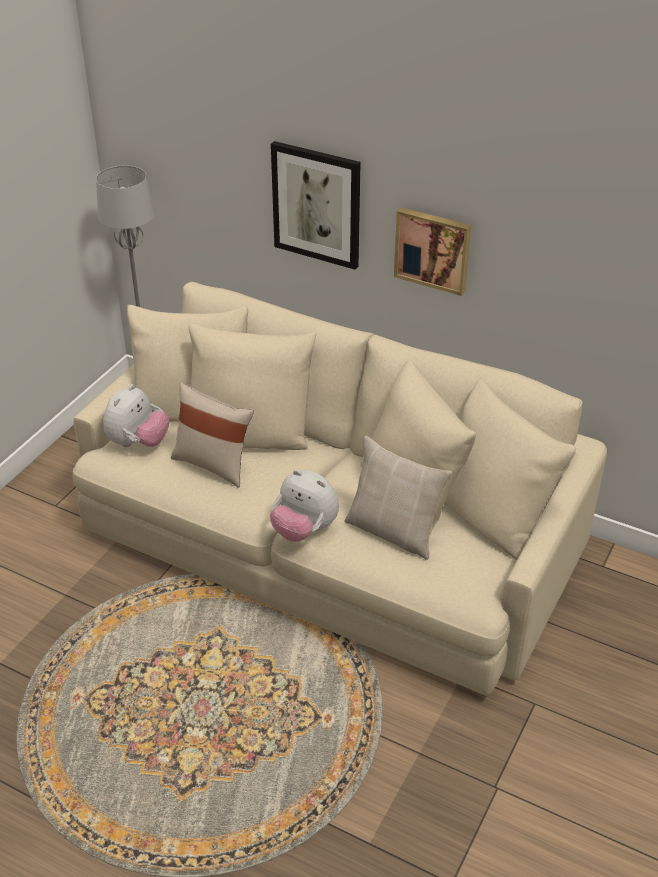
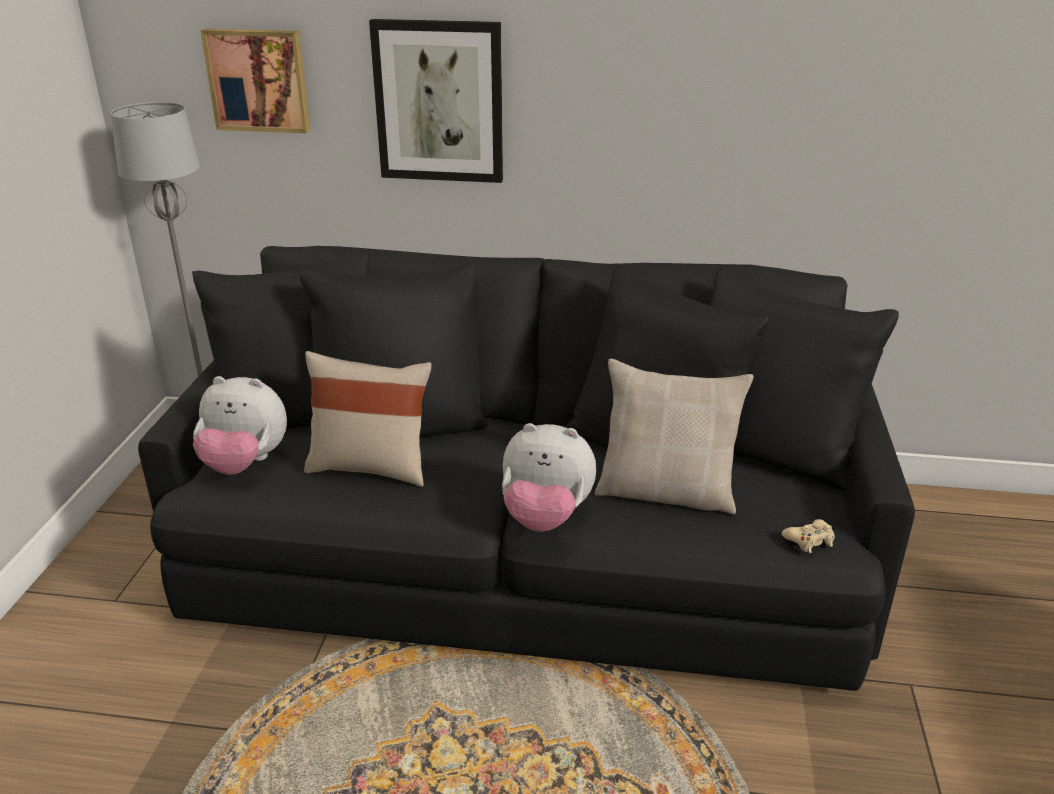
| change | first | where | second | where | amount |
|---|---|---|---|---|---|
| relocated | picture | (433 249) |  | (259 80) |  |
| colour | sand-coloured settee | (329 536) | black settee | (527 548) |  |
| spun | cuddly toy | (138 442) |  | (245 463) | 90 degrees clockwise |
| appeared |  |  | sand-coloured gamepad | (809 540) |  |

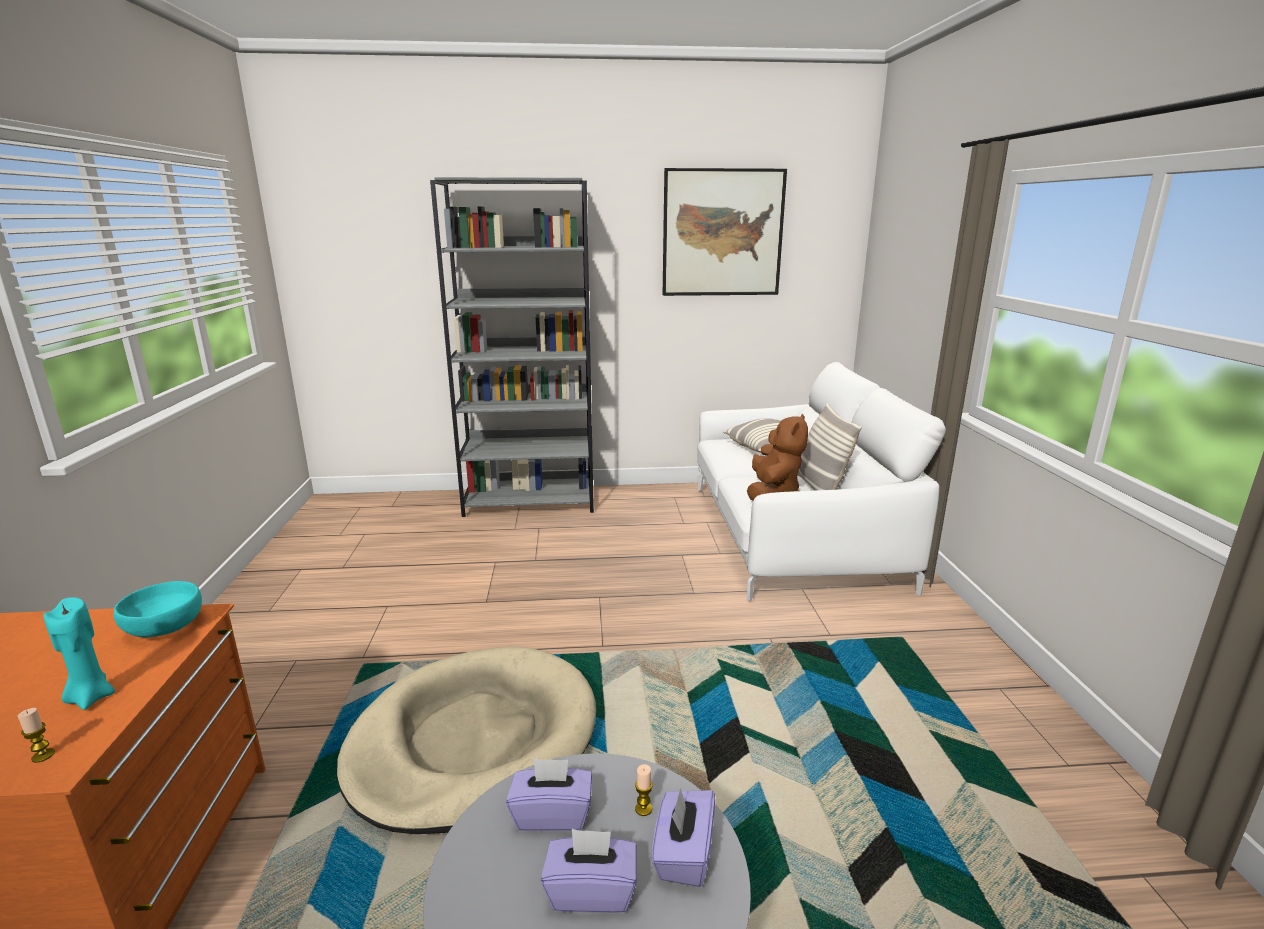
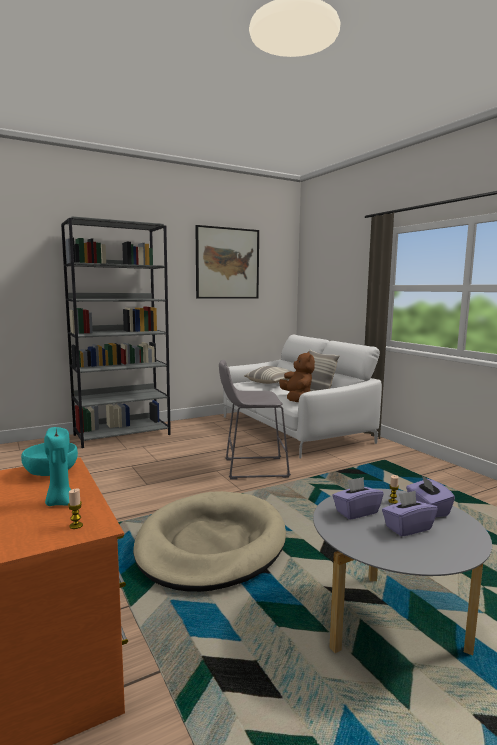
| change | first | where | second | where | amount |
|---|---|---|---|---|---|
| appeared |  |  | gray sitting stool | (251 468) |  |

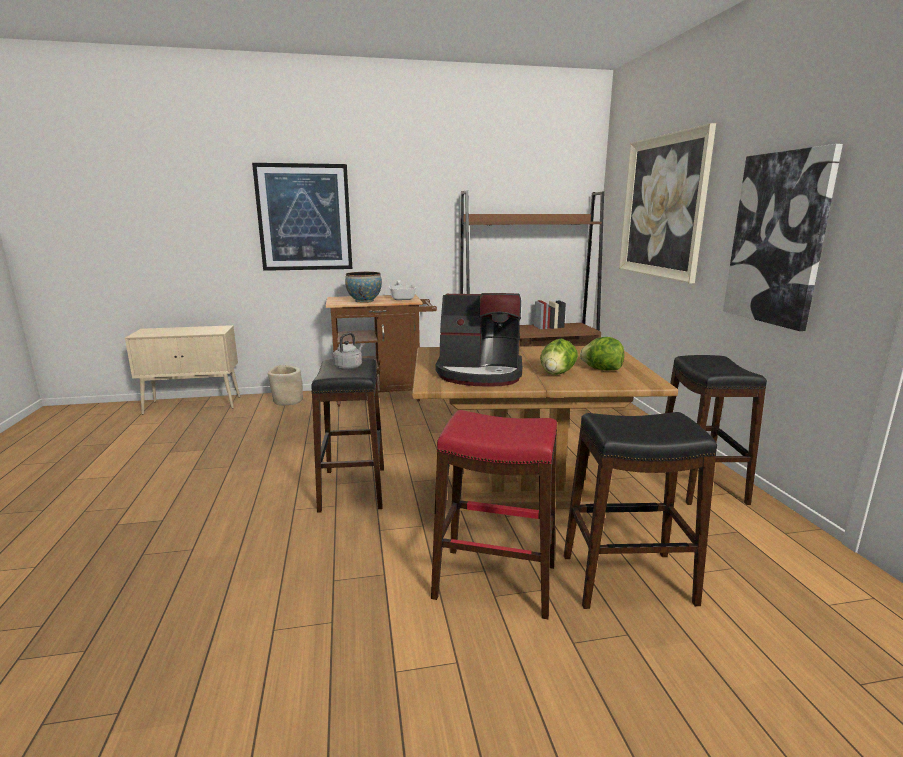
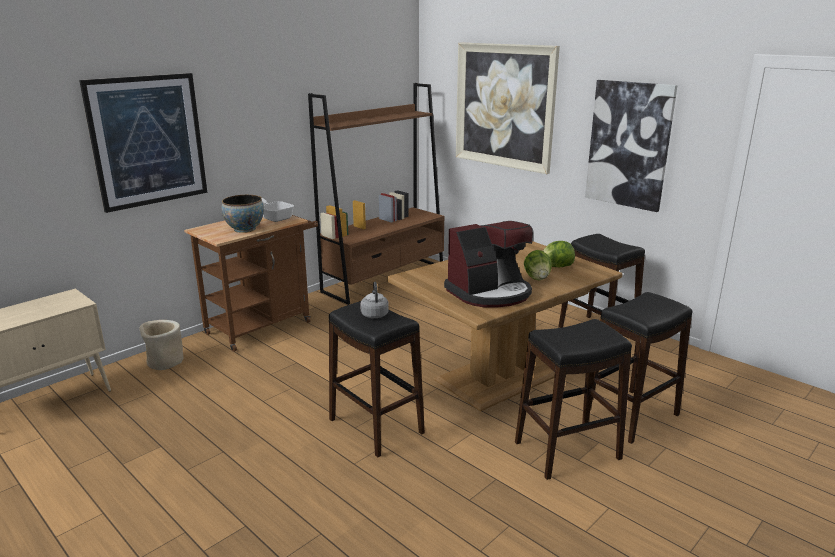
| change | first | where | second | where | amount |
|---|---|---|---|---|---|
| colour | reddish sitting stool | (494 582) | black sitting stool | (567 451) |  |

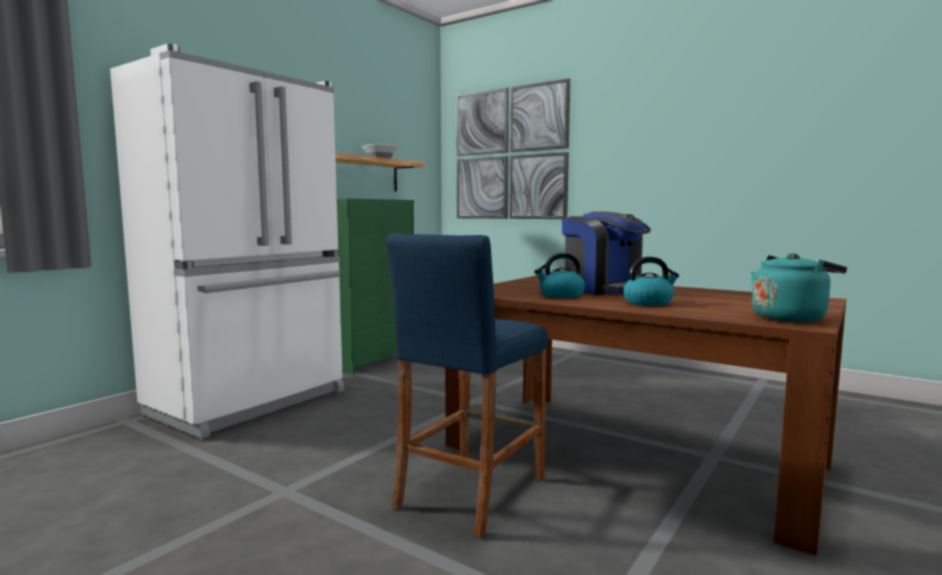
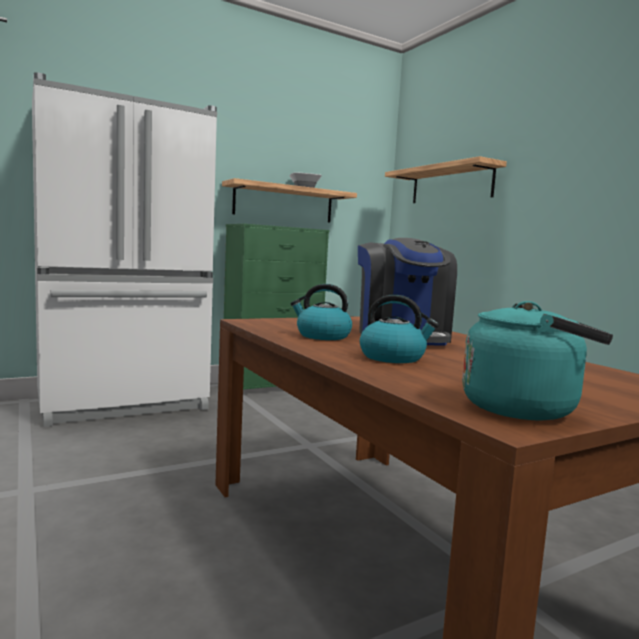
| change | first | where | second | where | amount |
|---|---|---|---|---|---|
| exchanged | picture | (510 154) | bracket shelf | (451 185) |  |
| missing | bluish sitting stool | (471 492) |  |  |  |

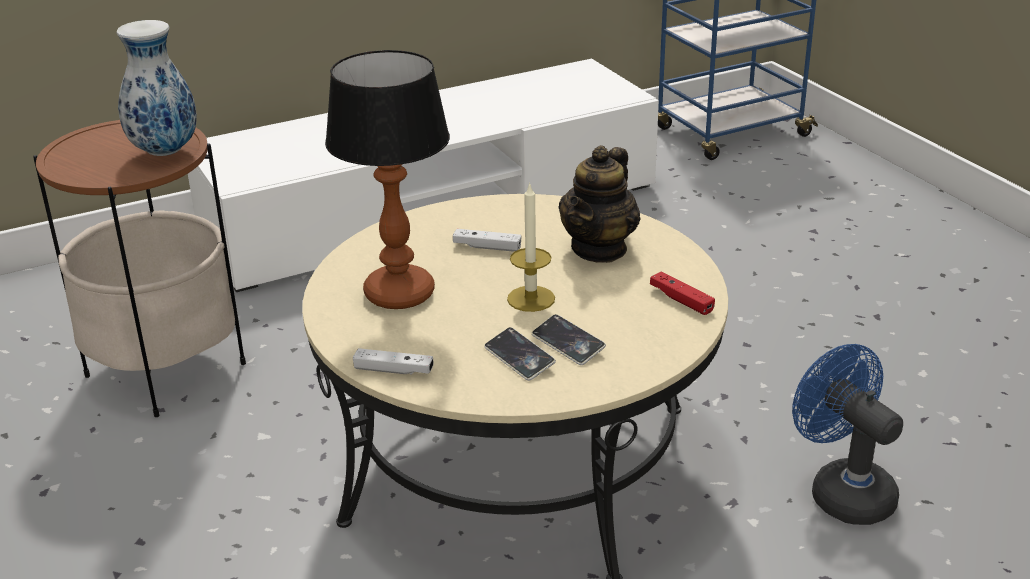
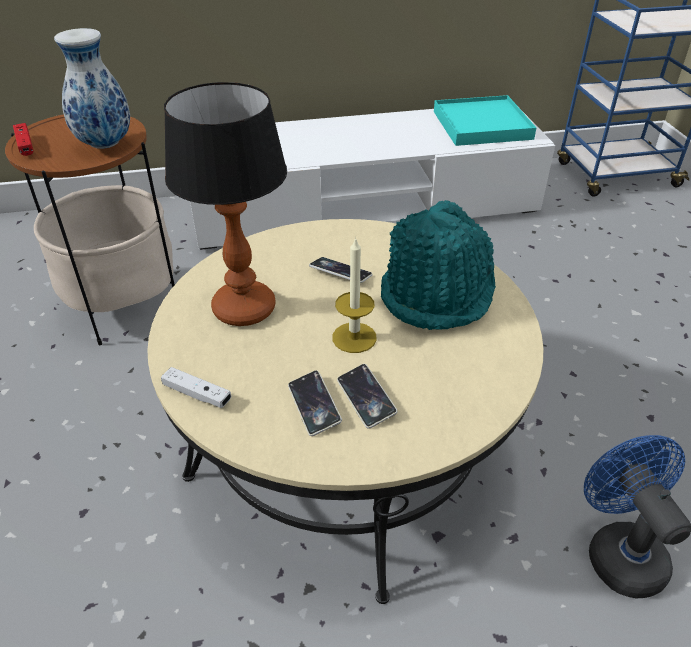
| change | first | where | second | where | amount |
|---|---|---|---|---|---|
| exchanged | pot for tea | (599 249) | turquoise hat | (438 293) |  |
| exchanged | white gamepad | (487 247) | telephone | (340 273) |  |
| relocated | reddish gamepad | (681 300) |  | (25 144) |  |
| appeared |  |  | turquoise serving tray | (481 125) |  |

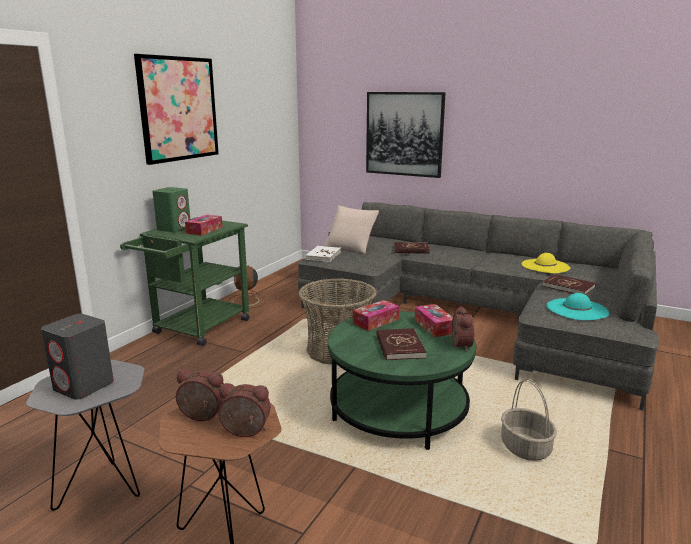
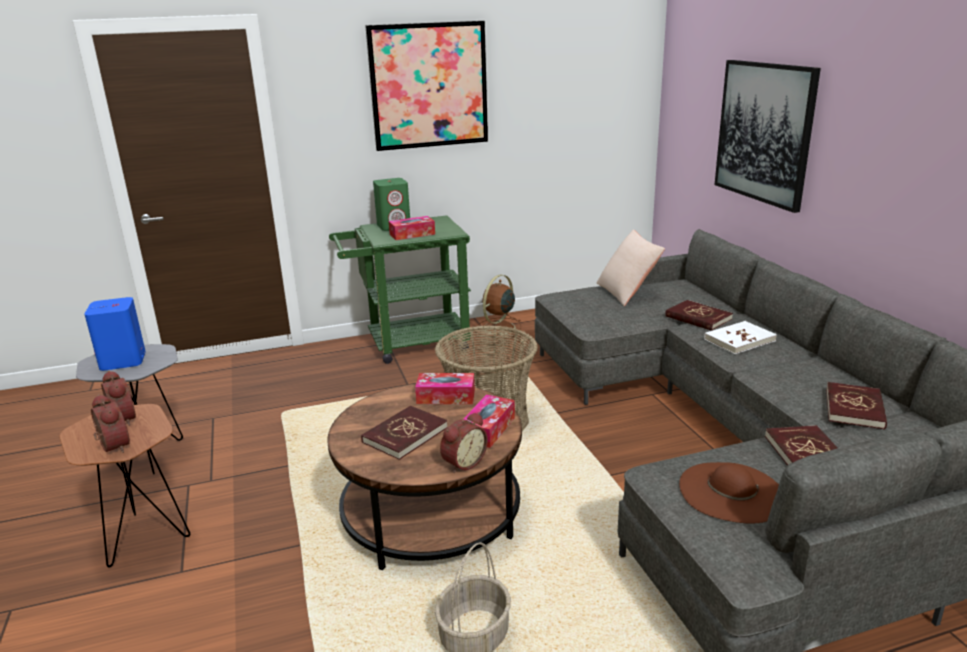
| change | first | where | second | where | amount |
|---|---|---|---|---|---|
| relocated | white book | (323 255) |  | (739 340) |  |
| exchanged | yellow-coloured hat | (545 266) | reddish book | (854 408) |  |
| colour | turquoise hat | (576 309) | brown-coloured hat | (731 492) |  |
| colour | green-coloured coffee table | (398 409) | brown-coloured coffee table | (431 514) |  |
| colour | gray loudspeaker | (84 386) | bluish loudspeaker | (123 361) |  |

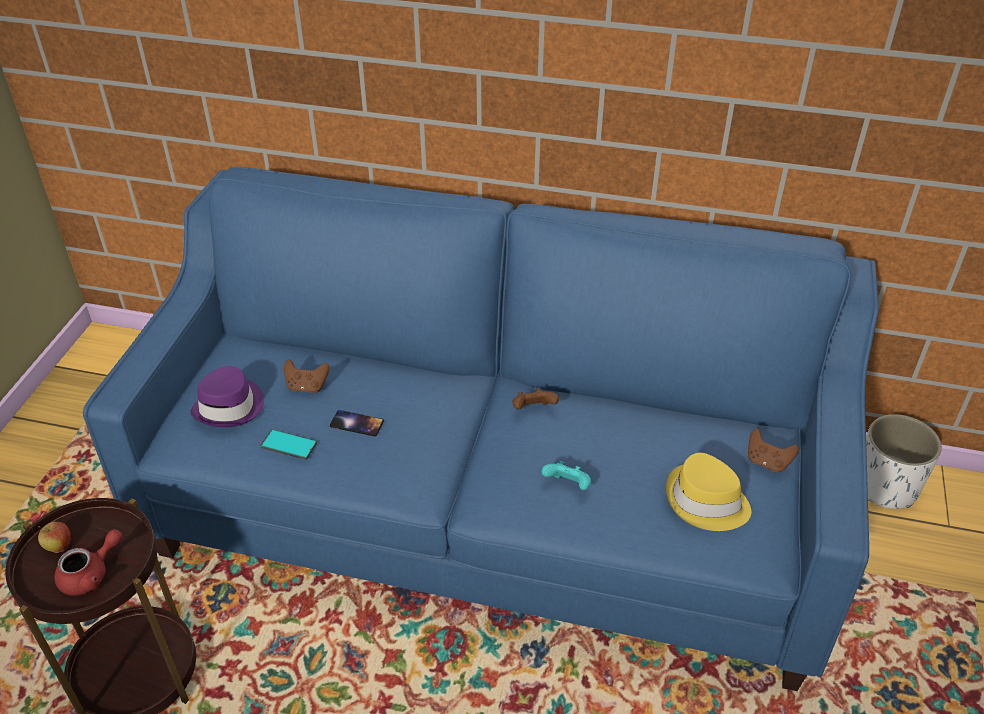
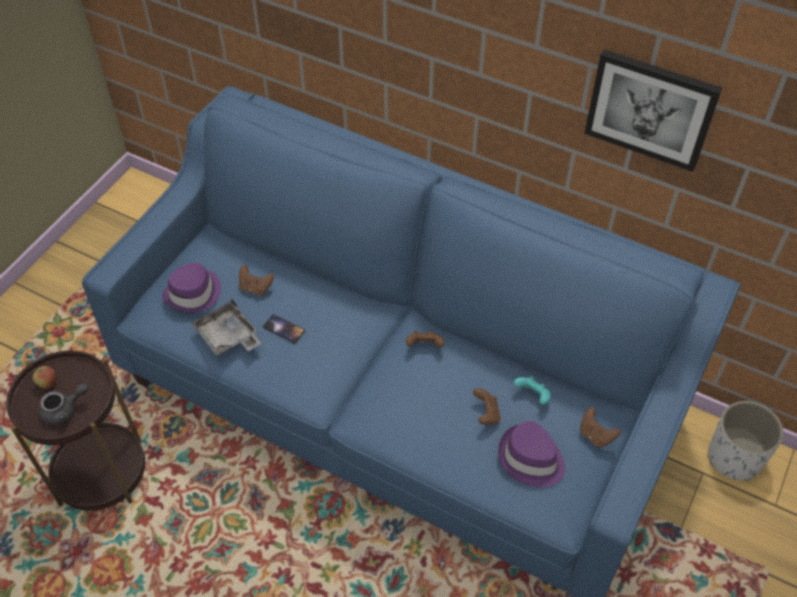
| change | first | where | second | where | amount |
|---|---|---|---|---|---|
| exchanged | telephone | (288 445) | gray serving tray | (228 336) |  |
| colour | yellow-coloured hat | (706 502) | purple hat | (530 459) |  |
| relocated | turquoise gamepad | (567 486) |  | (532 396) |  |
| colour | reddish pot for tea | (91 574) | gray pot for tea | (64 410) |  |
| appeared |  |  | picture | (650 109) |  |
| appeared |  |  | brown-coloured gamepad | (486 414) |  |

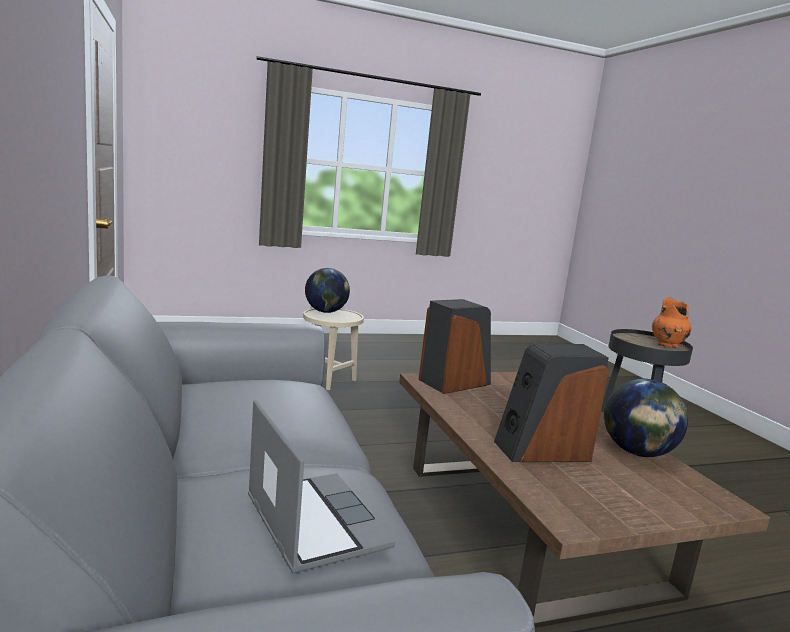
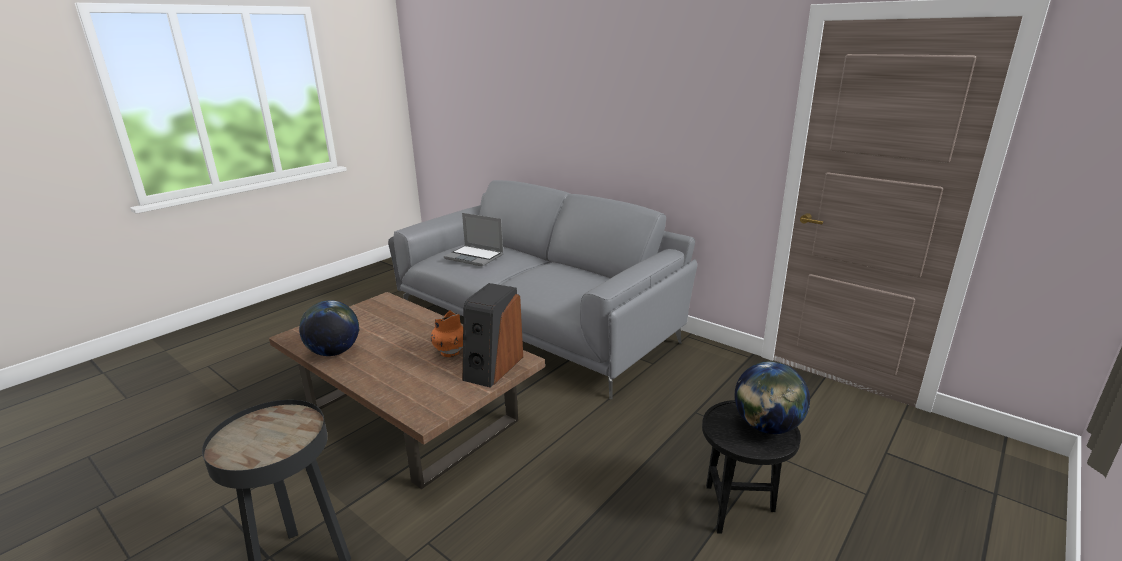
| change | first | where | second | where | amount |
|---|---|---|---|---|---|
| relocated | orangey decorative vase | (667 345) |  | (450 352) |  |
| colour | sand-coloured side table | (328 380) | black side table | (739 509) |  |
| missing | loudspeaker | (541 450) |  |  |  |

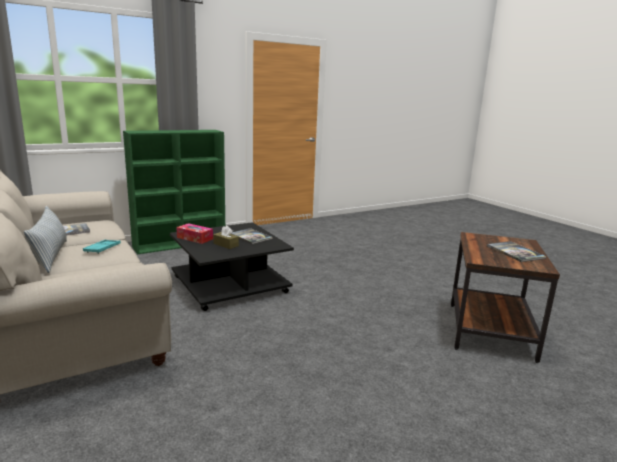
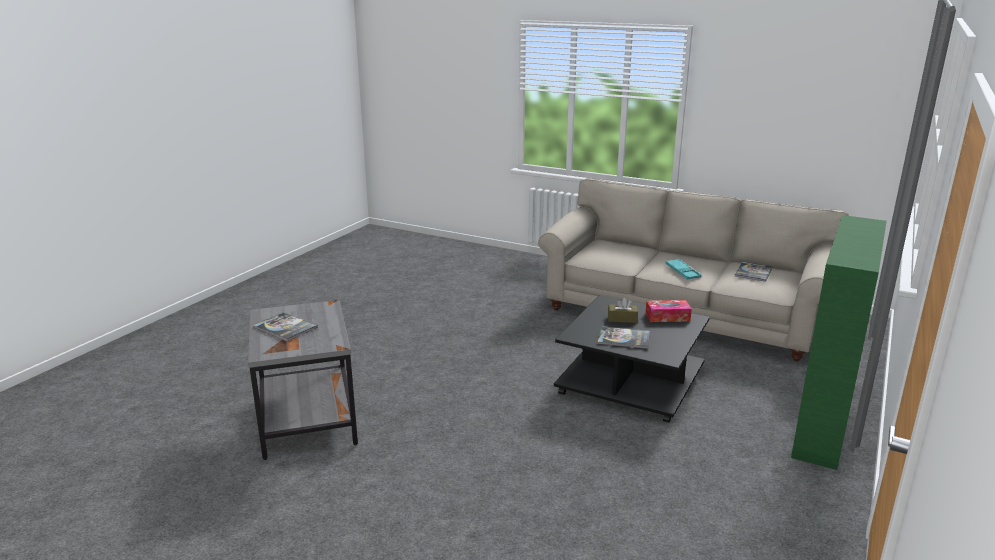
| change | first | where | second | where | amount |
|---|---|---|---|---|---|
| missing | pillow | (50 256) |  |  |  |
| colour | brown-coloured side table | (491 331) | gray side table | (306 420) |  |

